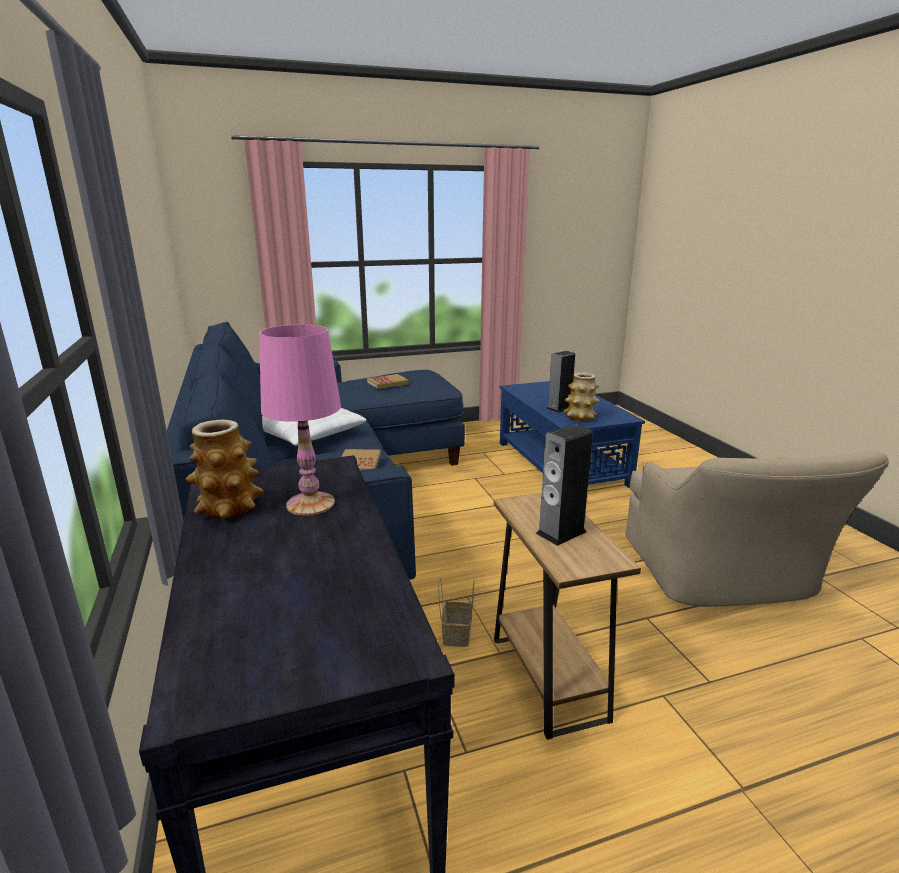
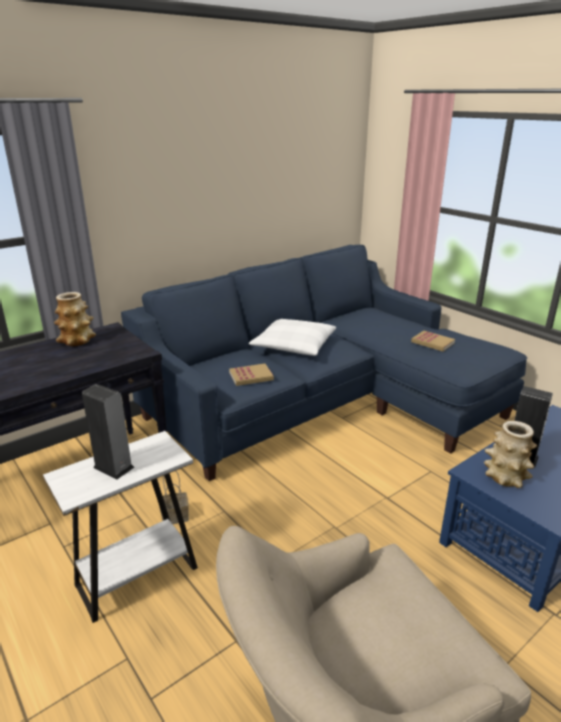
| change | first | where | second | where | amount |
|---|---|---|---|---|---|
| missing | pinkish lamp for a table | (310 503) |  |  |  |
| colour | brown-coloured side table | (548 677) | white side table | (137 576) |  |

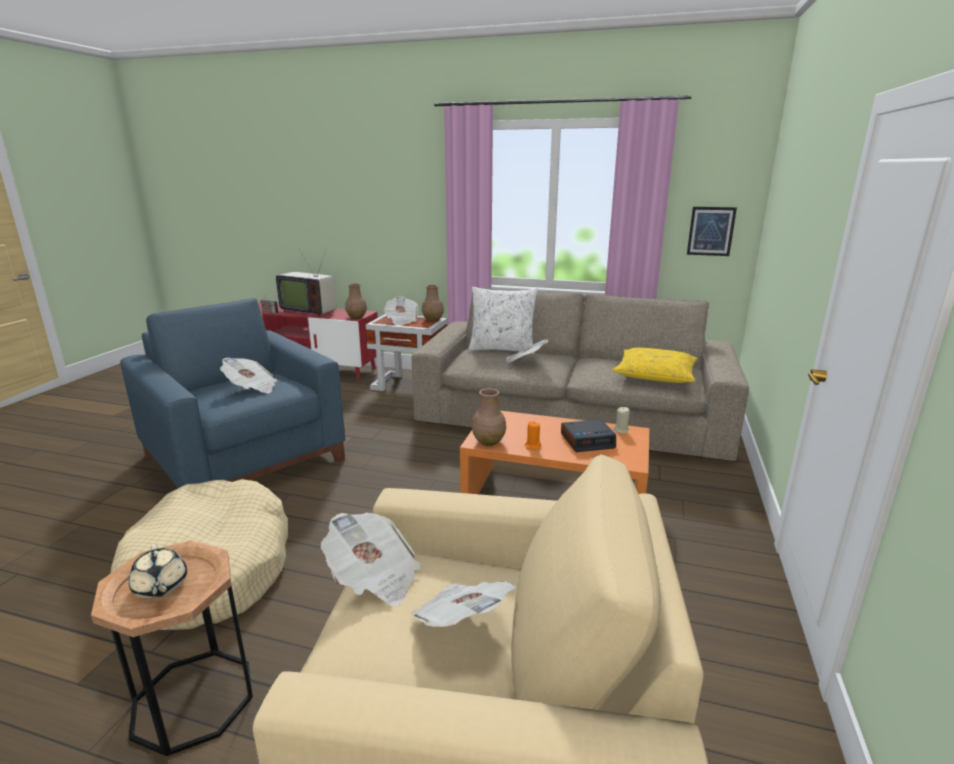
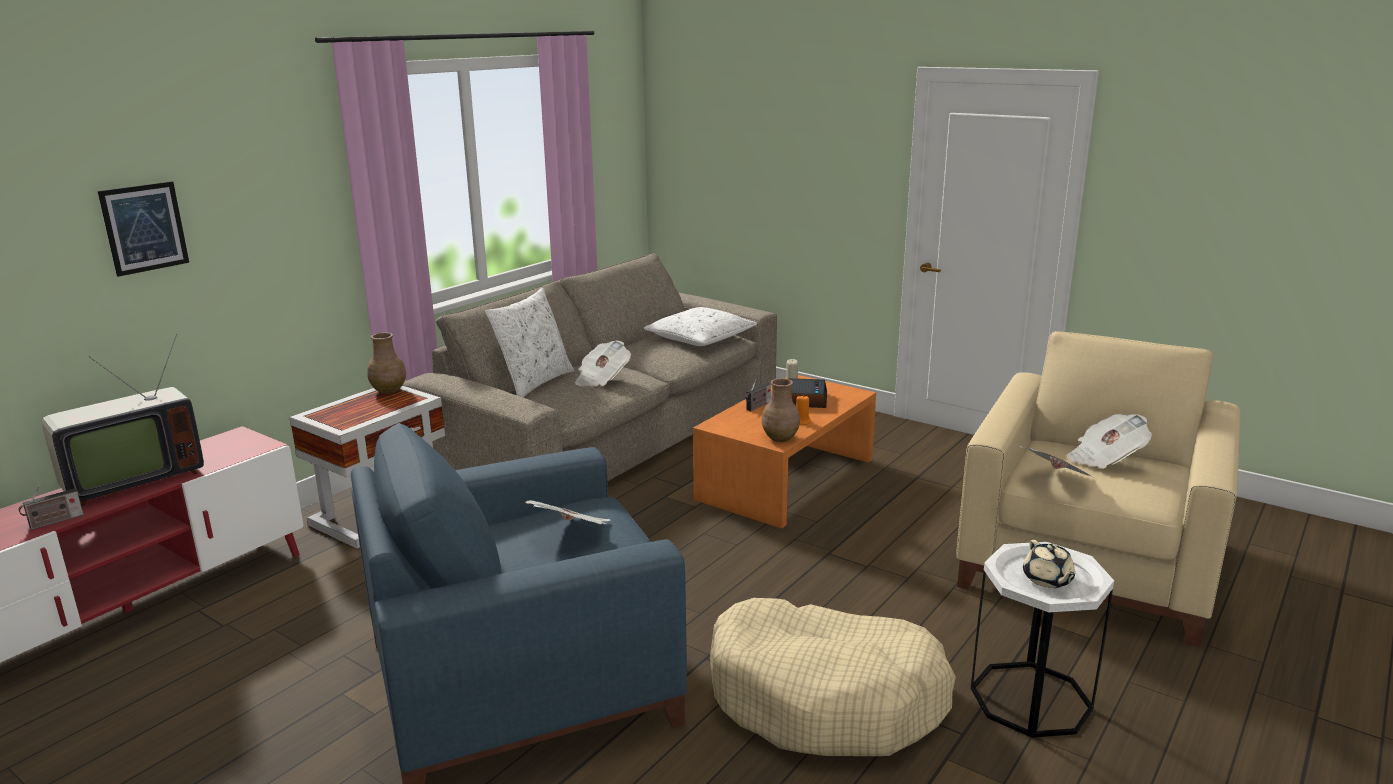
| change | first | where | second | where | amount |
|---|---|---|---|---|---|
| relocated | picture | (711 231) |  | (144 228) |  |
| missing | brown-coloured decorative vase | (356 317) |  |  |  |
| missing | printed paper | (401 321) |  |  |  |
| colour | yellow-coloured pillow | (655 375) | white pillow | (700 338) |  |
| colour | brown-coloured side table | (193 699) | white side table | (1030 699) |  |
| spun | sand-coloured pot for tea | (160 586) |  | (1047 580) | 90 degrees clockwise |
| appeared |  |  | radio | (758 406) |  |

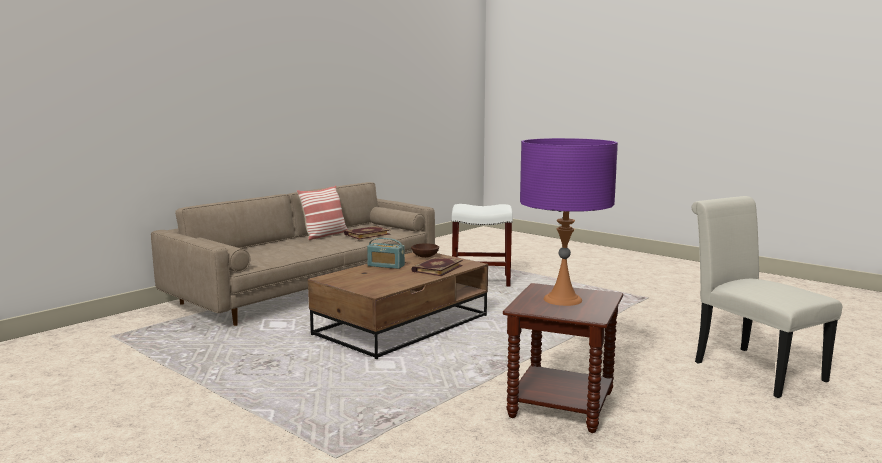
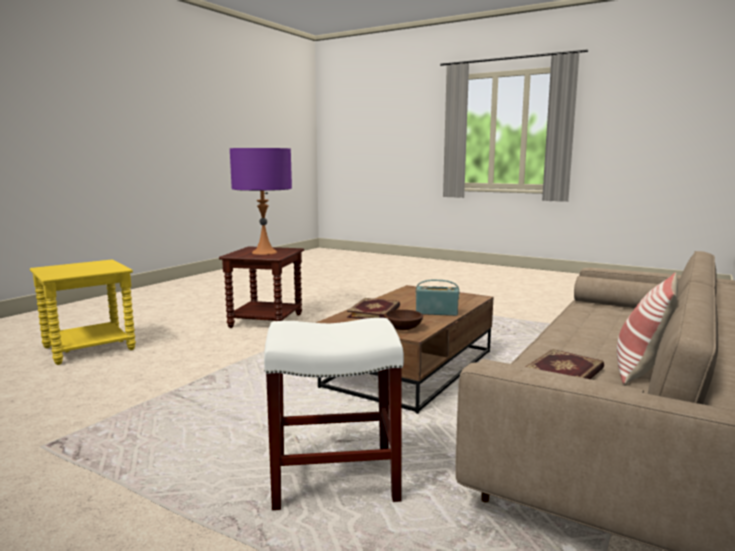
| change | first | where | second | where | amount |
|---|---|---|---|---|---|
| exchanged | white plain chair | (751 368) | yellow-coloured side table | (89 349) |  |

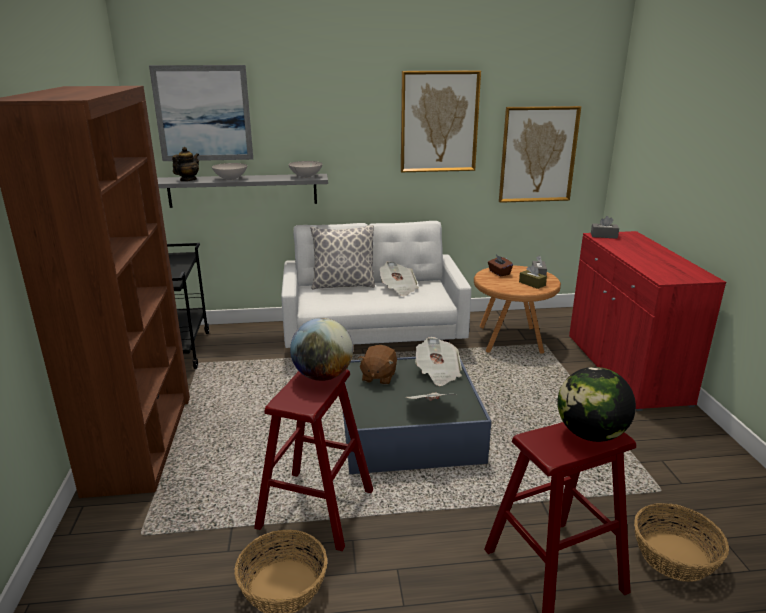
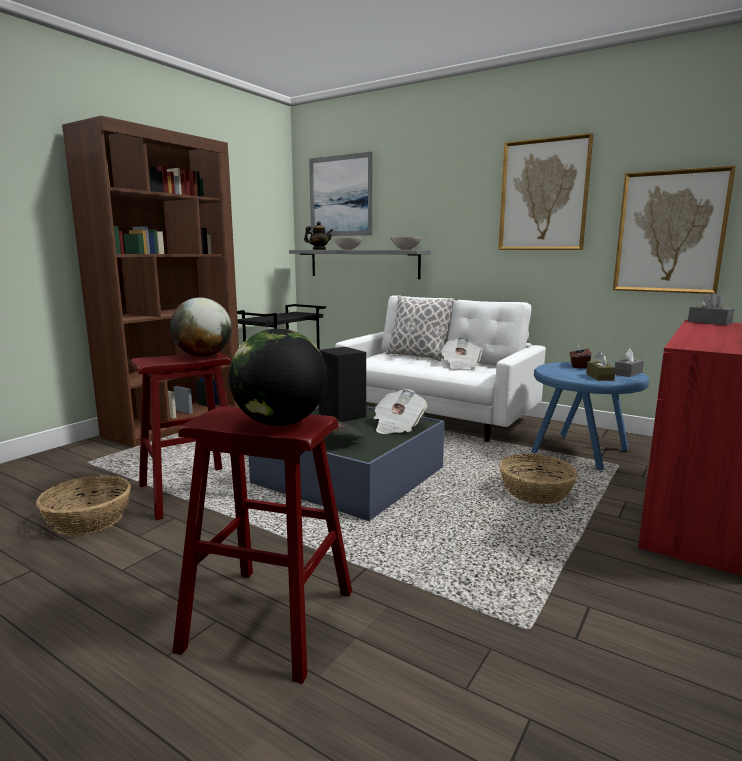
| change | first | where | second | where | amount |
|---|---|---|---|---|---|
| colour | brown-coloured side table | (510 339) | bluish side table | (581 451) |  |
| exchanged | brown-coloured cuddly toy | (378 377) | black loudspeaker | (342 415) |  |
| relocated | basket | (675 556) |  | (536 493) |  |

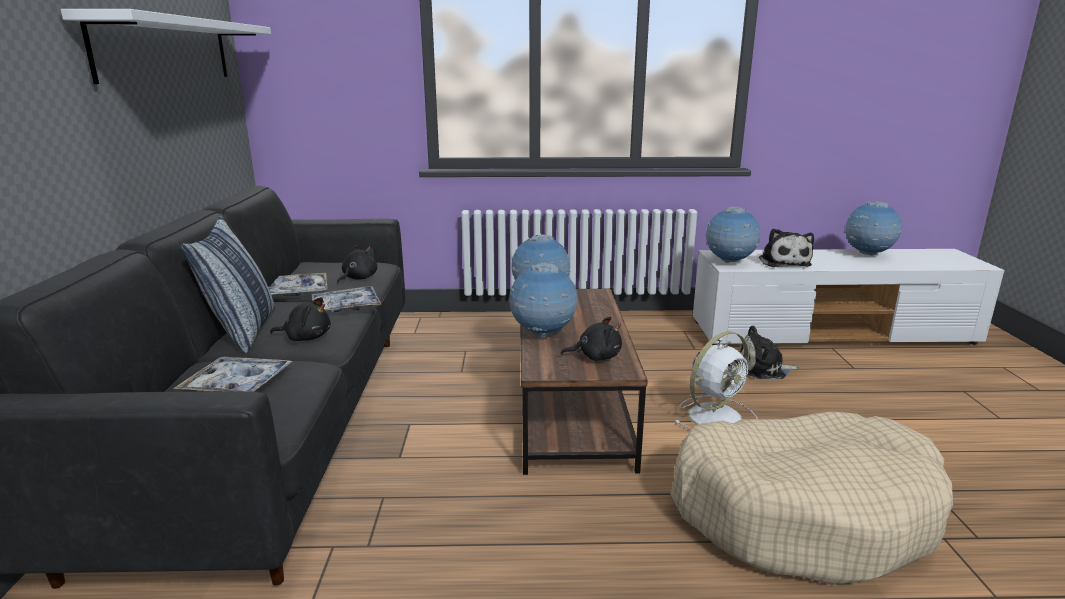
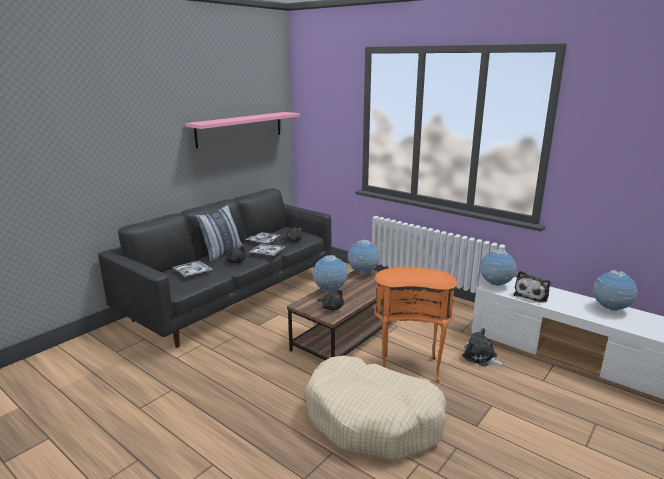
| change | first | where | second | where | amount |
|---|---|---|---|---|---|
| colour | white bracket shelf | (166 50) | pinkish bracket shelf | (240 129) |  |
| exchanged | white cooling fan | (716 416) | orangey side table | (409 366) |  |

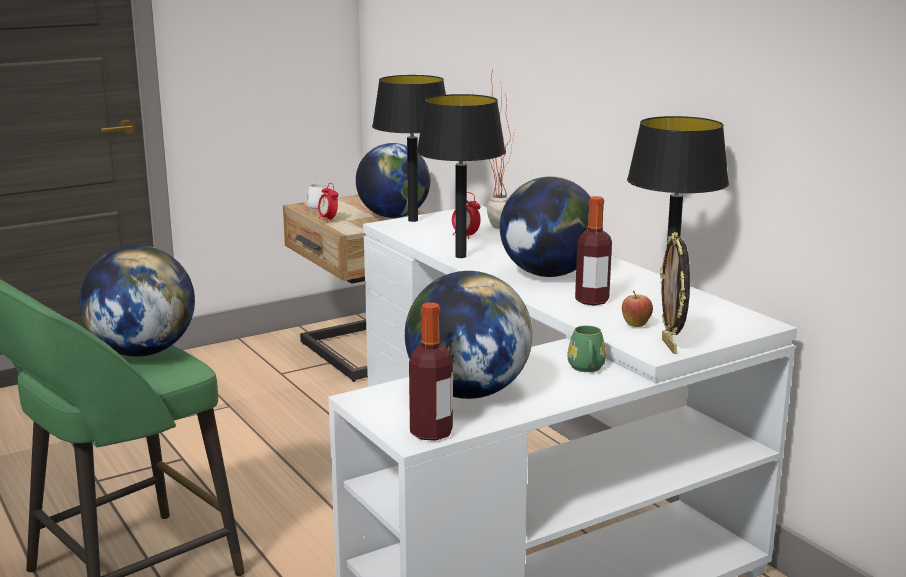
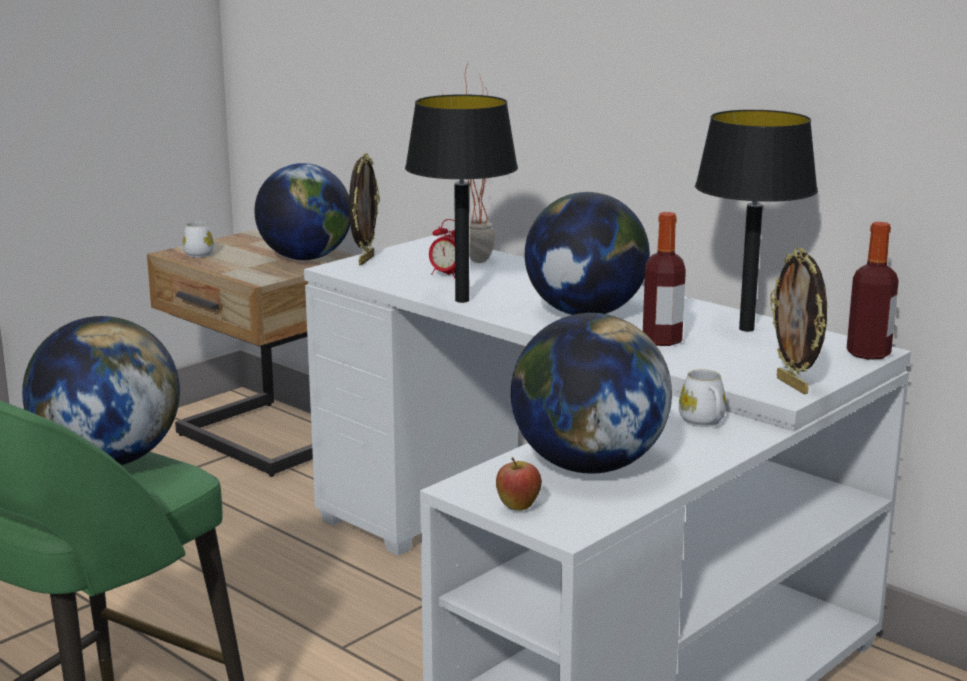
| change | first | where | second | where | amount |
|---|---|---|---|---|---|
| exchanged | black lamp for a table | (413 220) | standing frame | (365 260) |  |
| missing | table clock | (328 220) |  |  |  |
| relocated | apple fruit | (636 325) |  | (518 507) |  |
| relocated | bottle | (431 432) |  | (868 354) |  |
| colour | green-coloured tea mug | (586 368) | white tea mug | (704 422) |  |

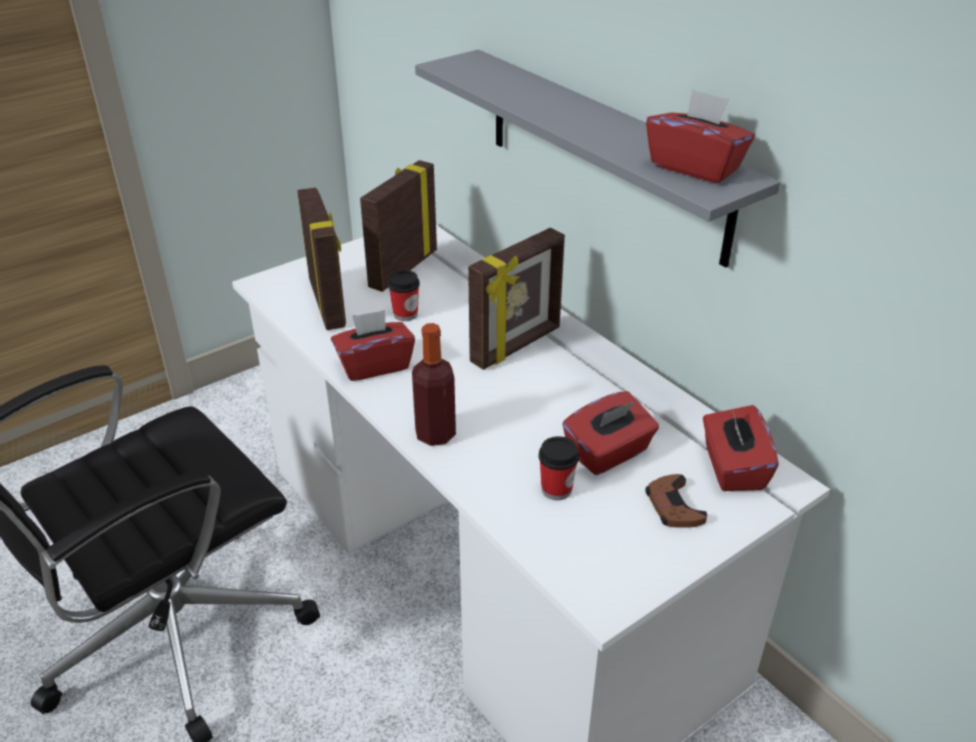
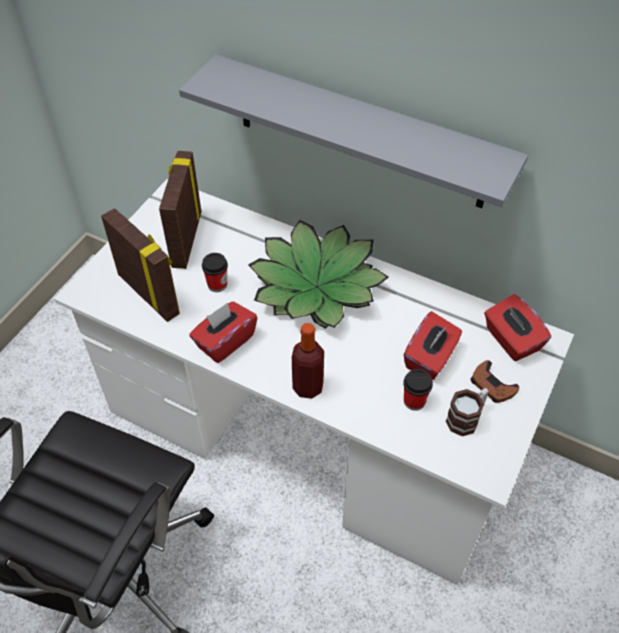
| change | first | where | second | where | amount |
|---|---|---|---|---|---|
| missing | reddish box of tissues | (695 167) |  |  |  |
| exchanged | standing frame | (517 346) | potted plant | (317 286) |  |
| appeared |  |  | tea mug | (466 418) |  |

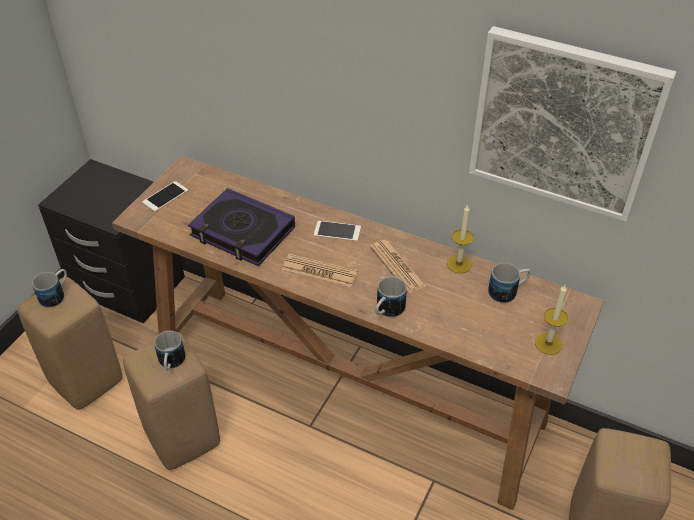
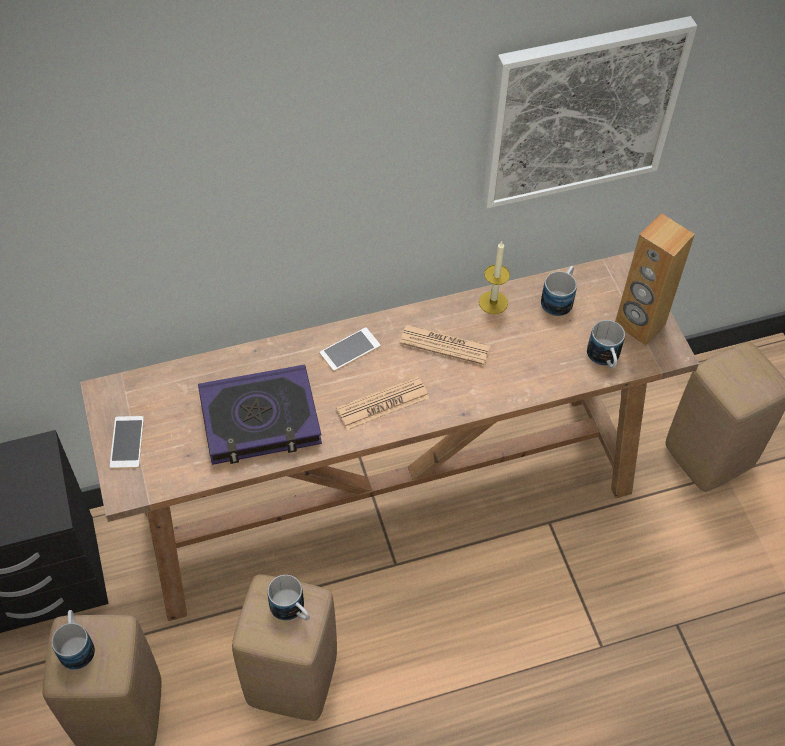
| change | first | where | second | where | amount |
|---|---|---|---|---|---|
| relocated | tea mug | (387 311) |  | (605 359) |  |
| exchanged | wax candle | (548 344) | brown-coloured loudspeaker | (639 325) |  |

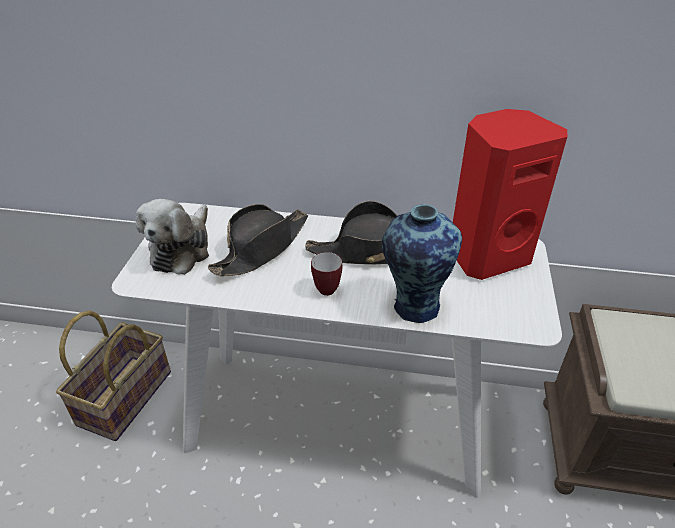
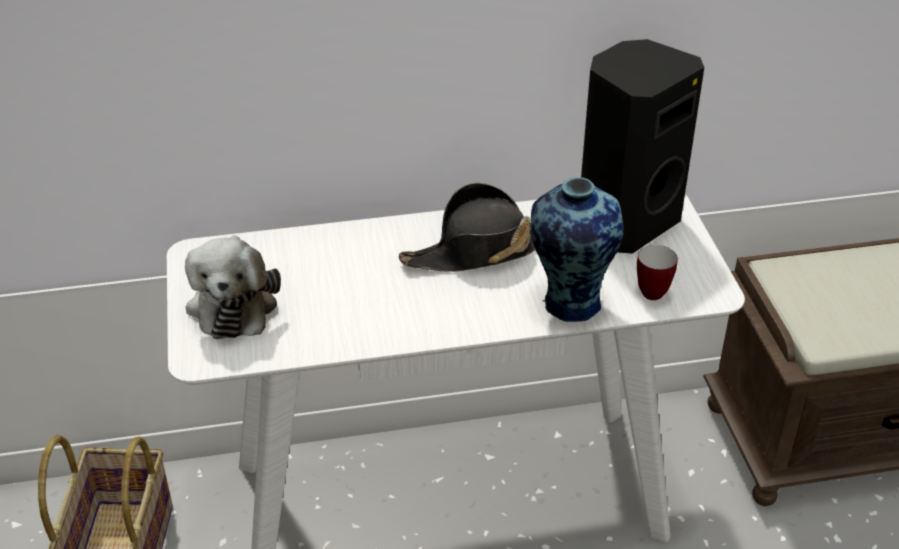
| change | first | where | second | where | amount |
|---|---|---|---|---|---|
| colour | reddish loudspeaker | (486 255) | black loudspeaker | (624 222) |  |
| missing | black hat | (262 248) |  |  |  |
| relocated | tea mug | (329 287) |  | (652 290) |  |

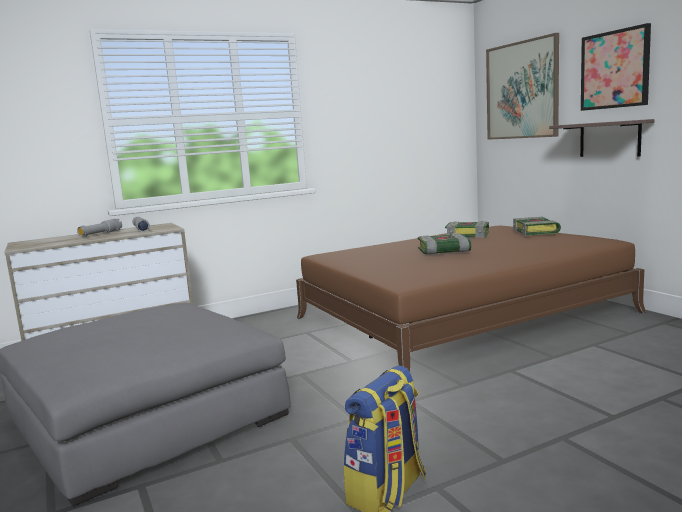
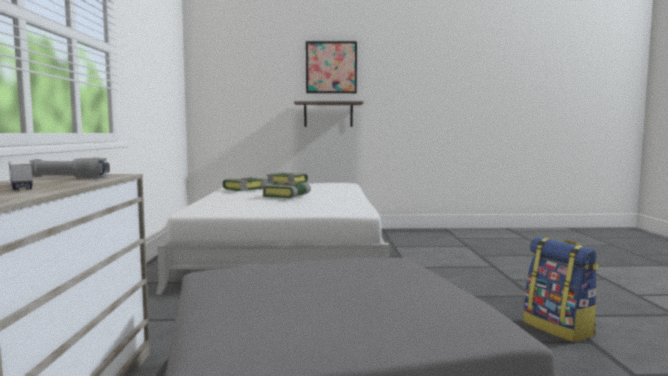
| change | first | where | second | where | amount |
|---|---|---|---|---|---|
| missing | picture | (522 90) |  |  |  |
| exchanged | gray torch | (100 234) | toy lorry | (20 185) |  |
| colour | brown-coloured bed | (462 315) | white bed | (286 254) |  |

